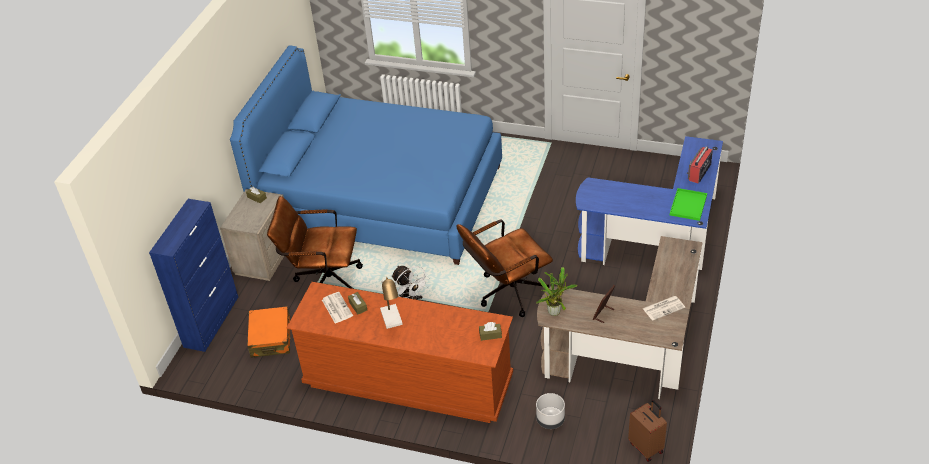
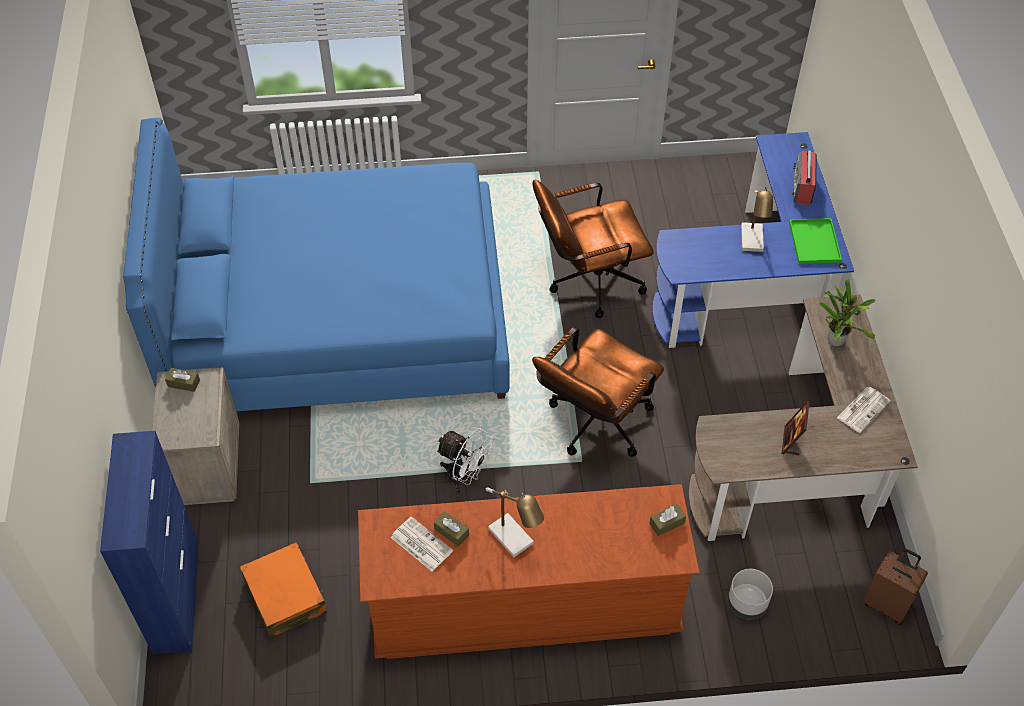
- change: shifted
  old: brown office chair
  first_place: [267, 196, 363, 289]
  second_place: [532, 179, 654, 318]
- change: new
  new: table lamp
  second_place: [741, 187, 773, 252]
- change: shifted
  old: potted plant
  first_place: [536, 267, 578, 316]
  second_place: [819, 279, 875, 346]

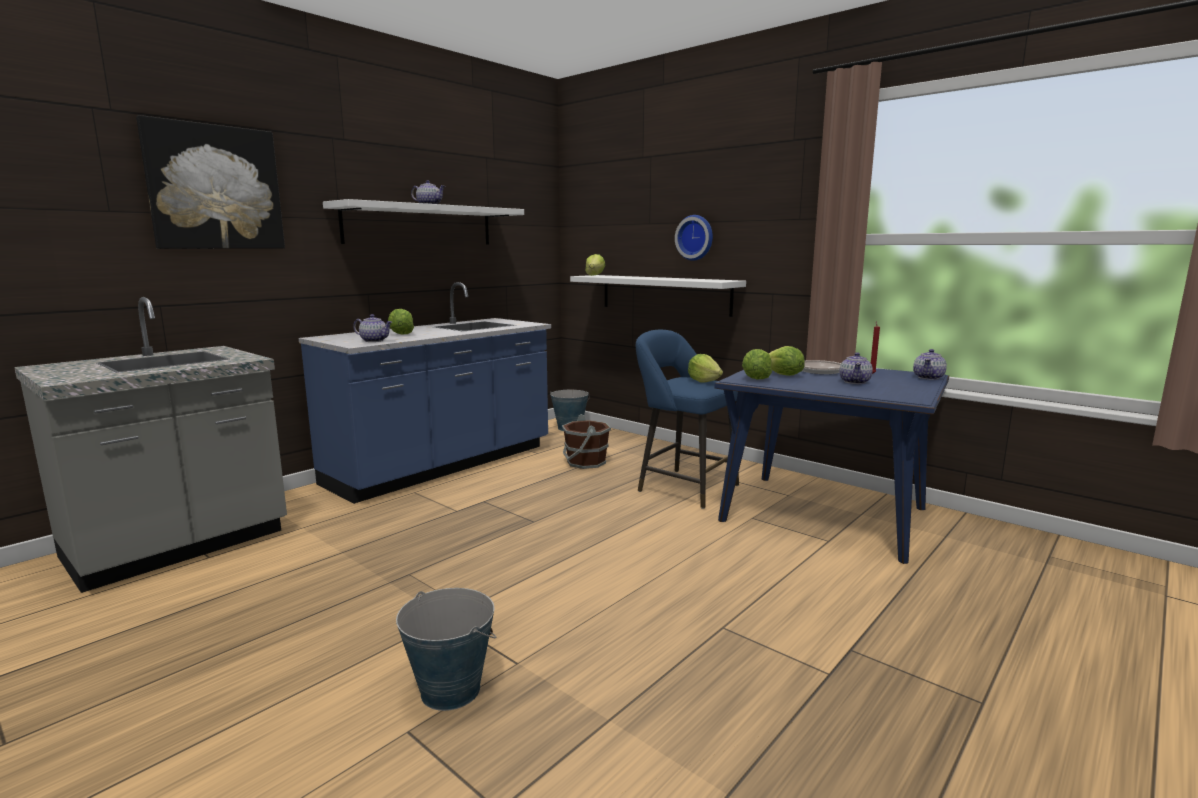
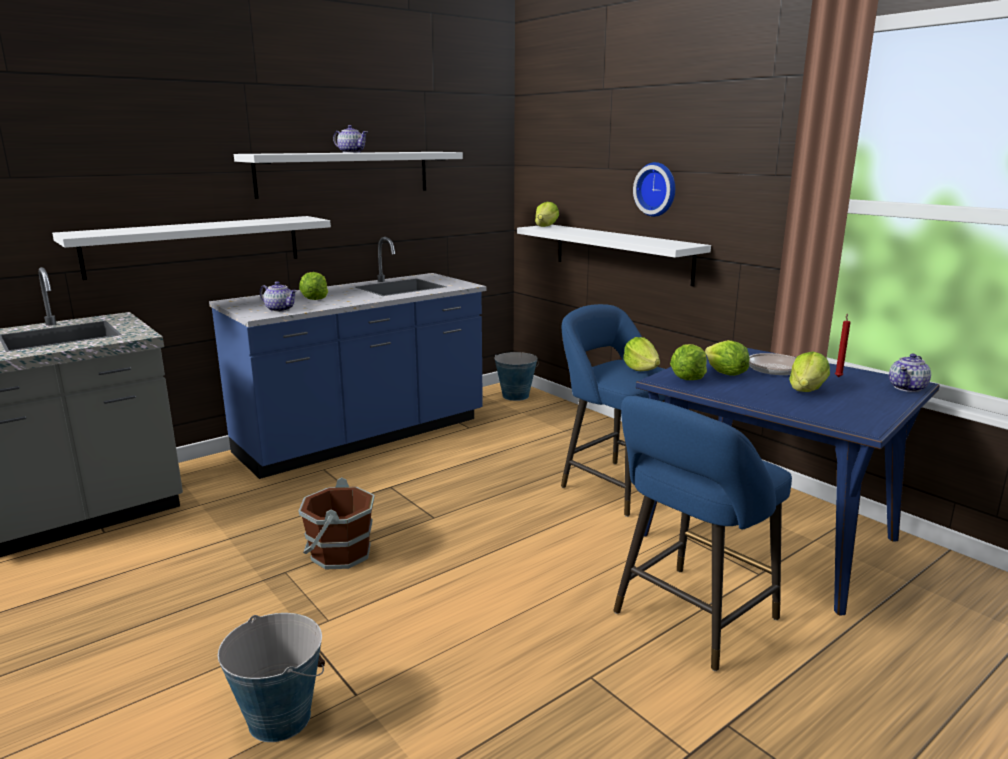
- change: new
  new: white shelf
  second_place: [52, 216, 331, 280]
- change: shifted
  old: brown bucket
  first_place: [562, 414, 611, 469]
  second_place: [298, 477, 374, 570]
- change: new
  new: blue stool
  second_place: [614, 395, 792, 671]
- change: swapped
  old: teapot
  new: lettuce
  first_place: [839, 352, 873, 384]
  second_place: [789, 351, 830, 392]
- change: gone
  old: picture
  first_place: [136, 115, 285, 249]

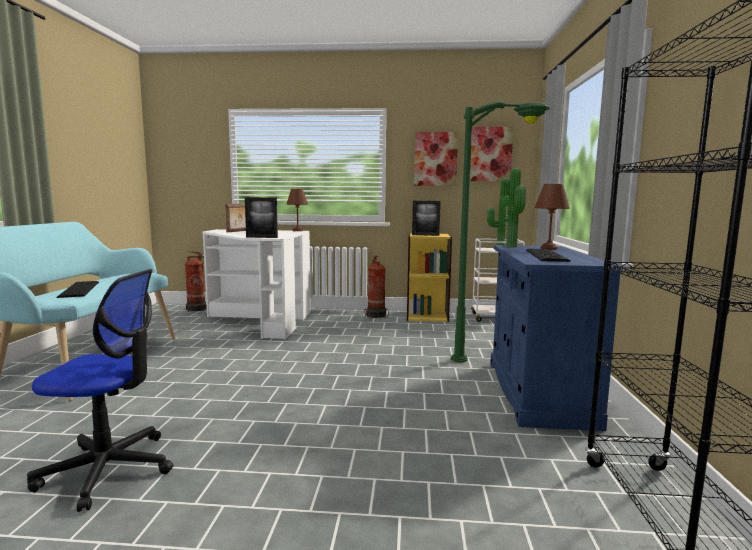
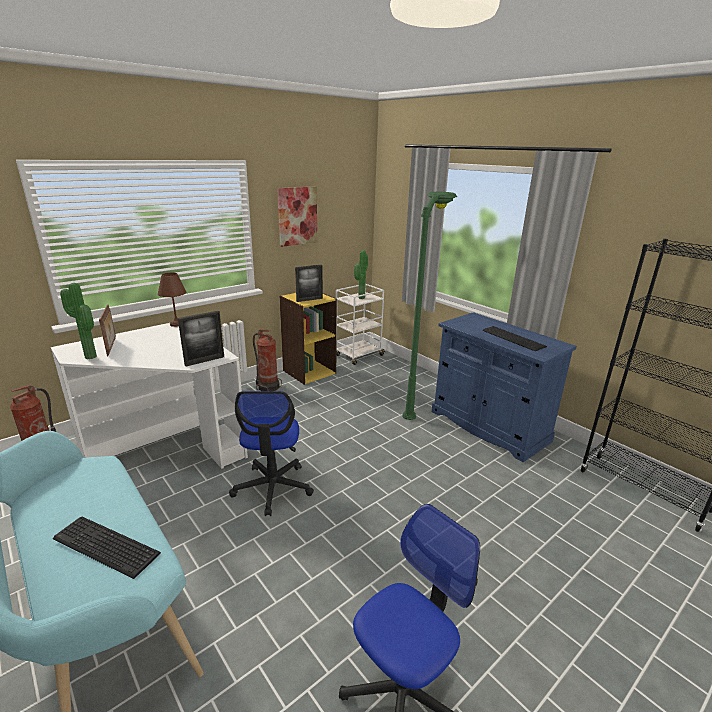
- change: shifted
  old: potted plant
  first_place: [500, 168, 526, 247]
  second_place: [60, 283, 97, 359]
- change: new
  new: office chair
  second_place: [229, 391, 314, 516]
- change: gone
  old: picture
  first_place: [470, 127, 514, 181]
- change: gone
  old: brown table lamp
  first_place: [534, 184, 570, 250]

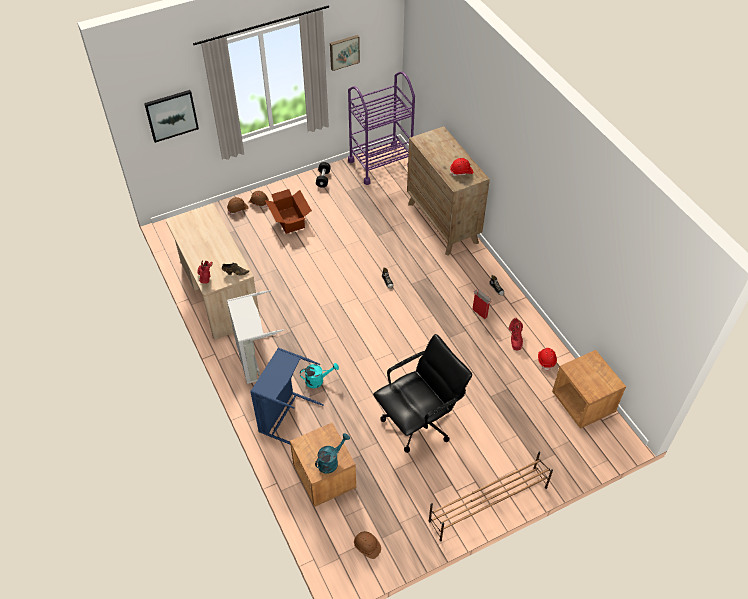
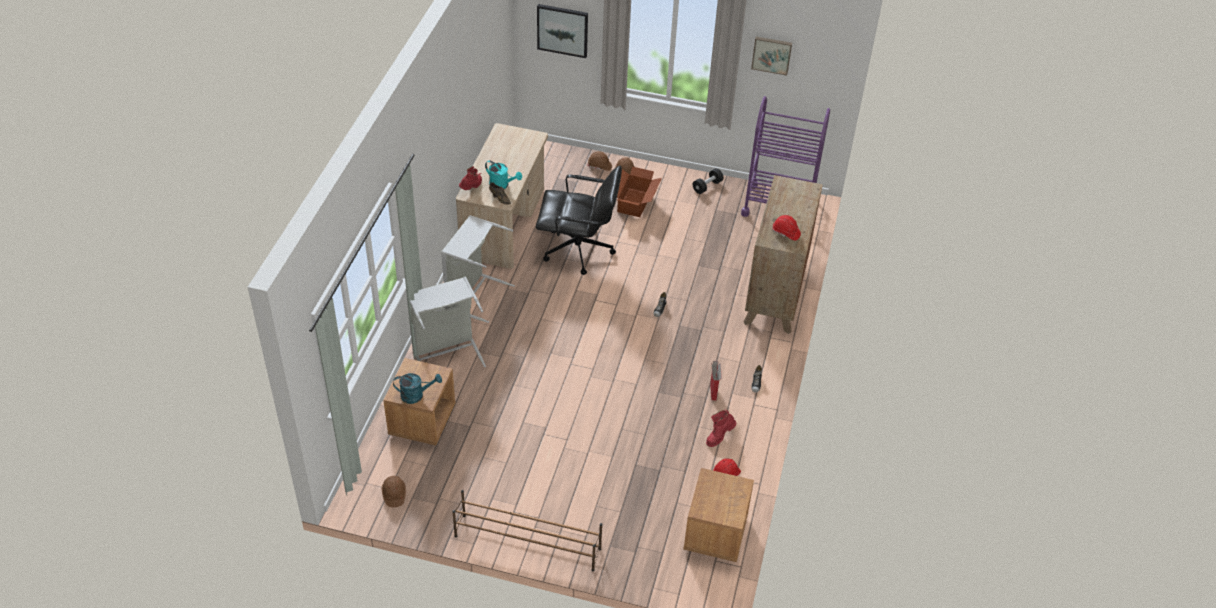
- change: repainted
  old: blue laundry basket
  new: grey laundry basket
  first_place: [250, 348, 324, 444]
  second_place: [406, 277, 486, 367]
- change: shifted
  old: turquoise watering can
  first_place: [300, 363, 339, 388]
  second_place: [485, 160, 522, 189]
- change: shifted
  old: black office chair
  first_place: [373, 334, 472, 453]
  second_place: [536, 166, 622, 275]

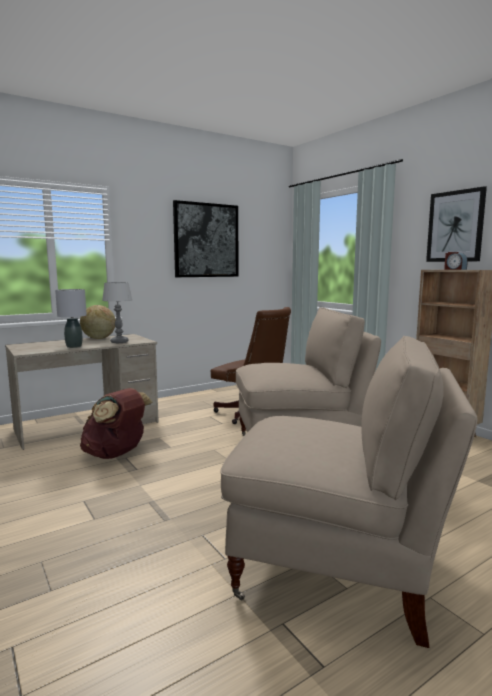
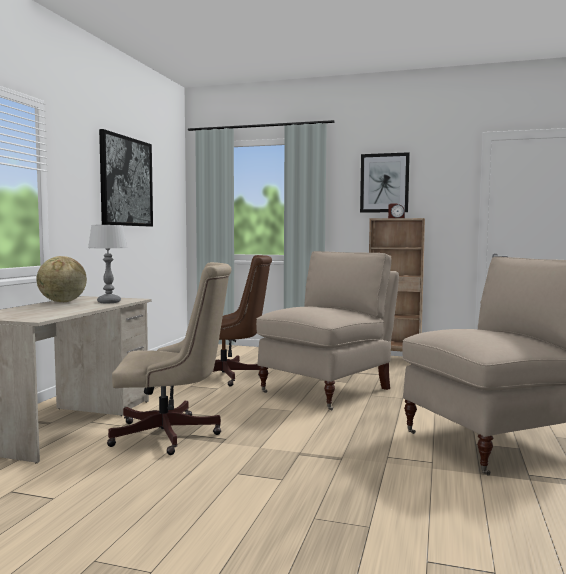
- change: swapped
  old: brown backpack
  new: beige office chair
  first_place: [80, 388, 152, 459]
  second_place: [107, 262, 232, 455]
- change: gone
  old: grey table lamp
  first_place: [55, 289, 87, 348]

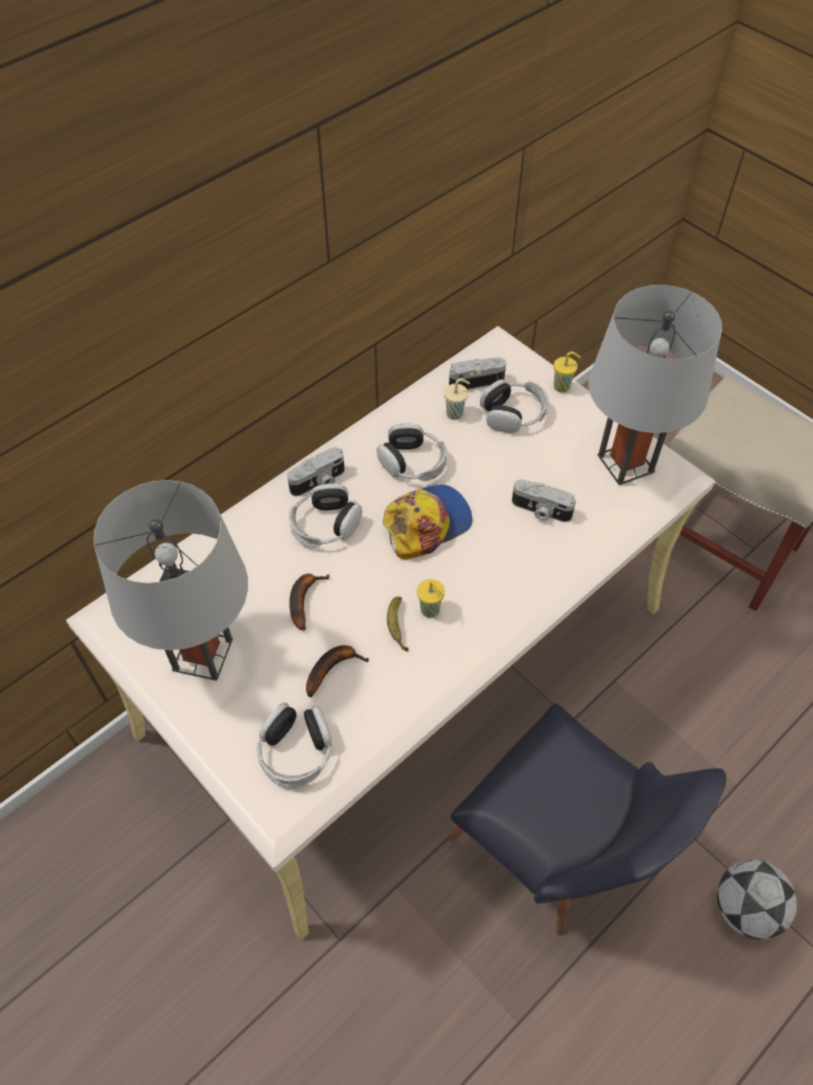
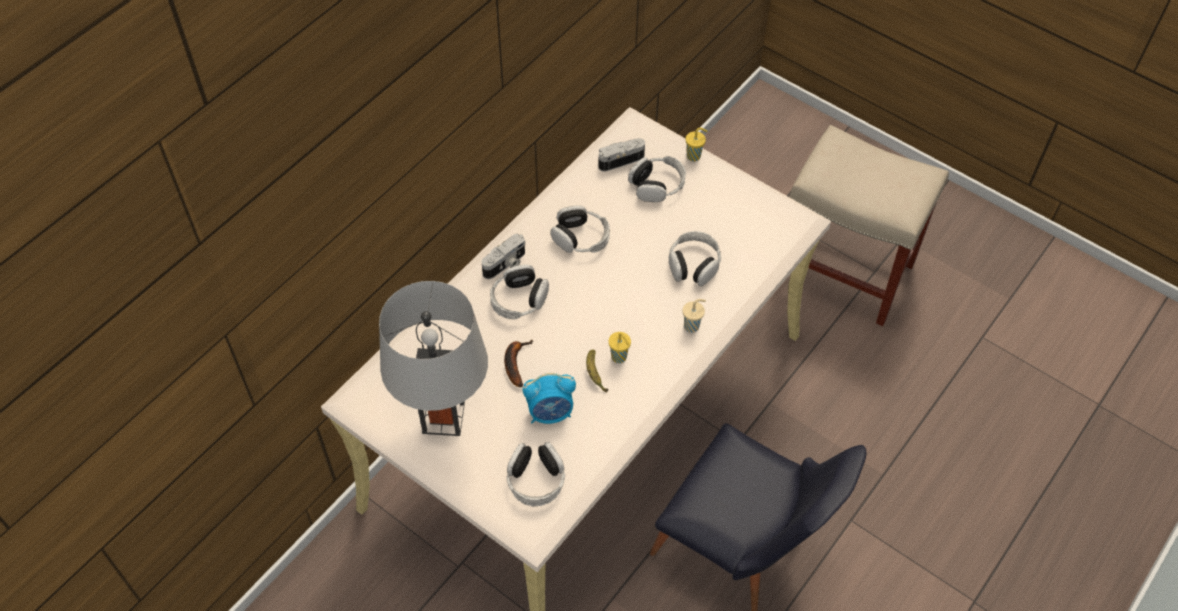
- change: swapped
  old: banana
  new: alarm clock
  first_place: [306, 645, 369, 698]
  second_place: [522, 373, 576, 424]
- change: swapped
  old: photo camera
  new: headphones
  first_place: [512, 479, 576, 522]
  second_place: [669, 231, 721, 286]
- change: shifted
  old: beige cup
  first_place: [444, 379, 470, 420]
  second_place: [683, 299, 706, 333]
- change: gone
  old: cap
  first_place: [383, 485, 473, 559]
- change: gone
  old: grey table lamp
  first_place: [588, 285, 722, 485]
- change: gone
  old: football
  first_place: [717, 860, 797, 940]

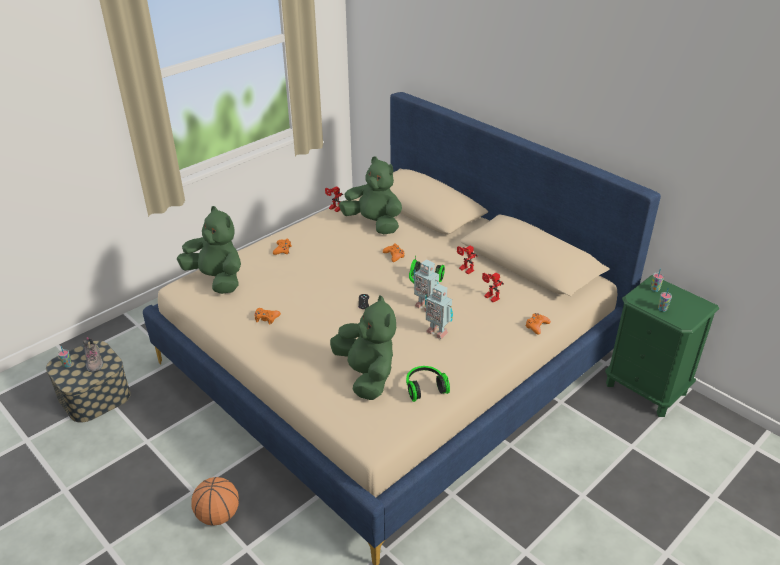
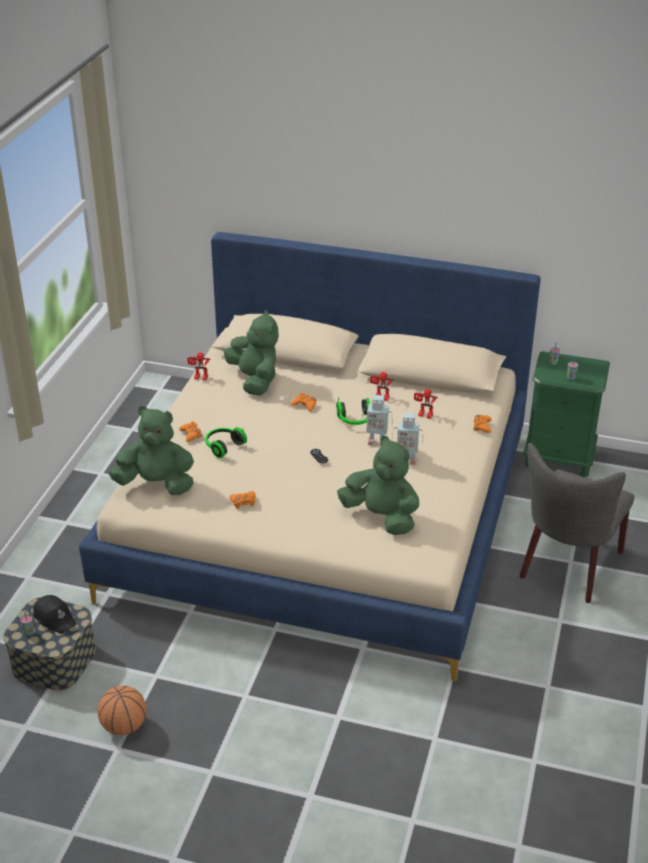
- change: swapped
  old: shoe
  new: black cap
  first_place: [83, 337, 104, 372]
  second_place: [33, 595, 76, 634]
- change: shifted
  old: basketball
  first_place: [191, 477, 239, 526]
  second_place: [97, 686, 147, 735]
- change: shifted
  old: headphones
  first_place: [406, 366, 450, 402]
  second_place: [205, 427, 247, 459]
- change: rotated
  old: green plush toy
  first_place: [339, 156, 402, 234]
  second_place: [224, 310, 279, 396]
  degrees: 60
- change: new
  new: grey chair
  second_place: [519, 443, 634, 603]

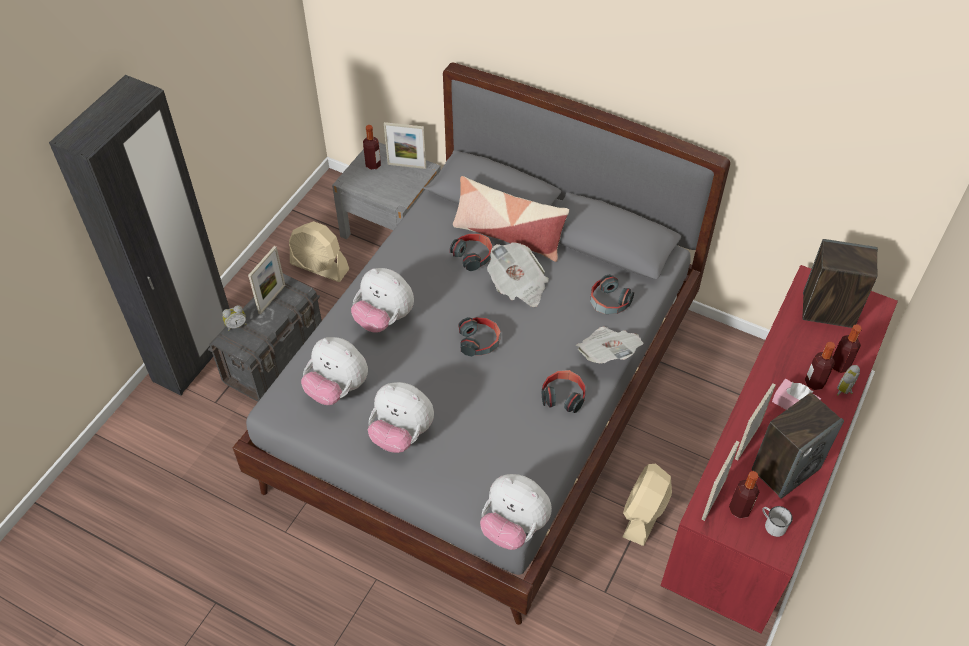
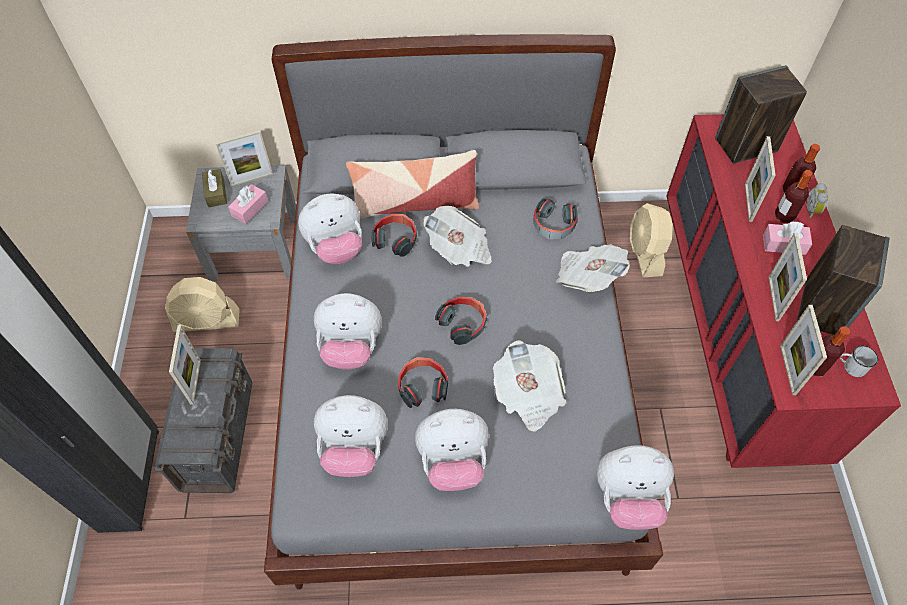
- change: swapped
  old: bottle
  new: brown tissue box
  first_place: [363, 125, 381, 170]
  second_place: [202, 169, 227, 207]
- change: new
  new: pink tissue box
  second_place: [228, 184, 268, 224]
- change: new
  new: plush toy
  second_place: [298, 194, 362, 264]
- change: shifted
  old: headphones
  first_place: [542, 370, 585, 413]
  second_place: [398, 357, 448, 408]
- change: new
  new: newspaper
  second_place: [493, 340, 566, 432]
- change: shifted
  old: beige fan
  first_place: [623, 464, 672, 546]
  second_place: [630, 203, 674, 278]
- change: new
  new: picture frame
  second_place: [745, 136, 776, 222]
- change: gone
  old: alarm clock
  first_place: [222, 305, 247, 331]

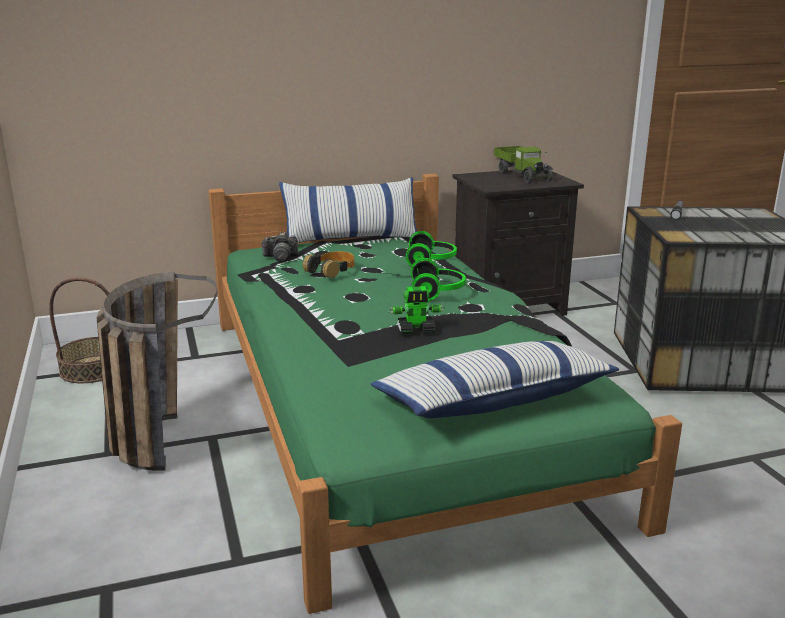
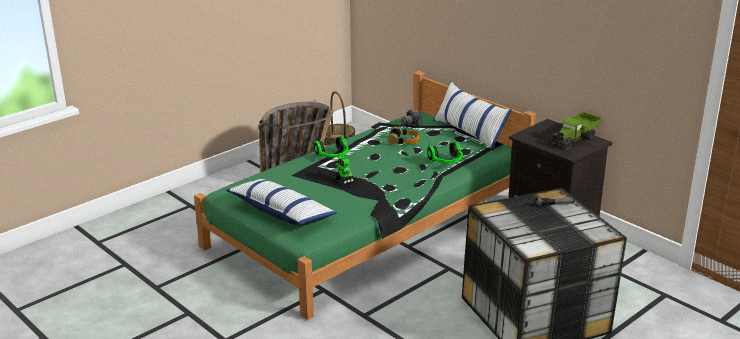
- change: shifted
  old: headphones
  first_place: [411, 258, 466, 301]
  second_place: [314, 136, 348, 158]

